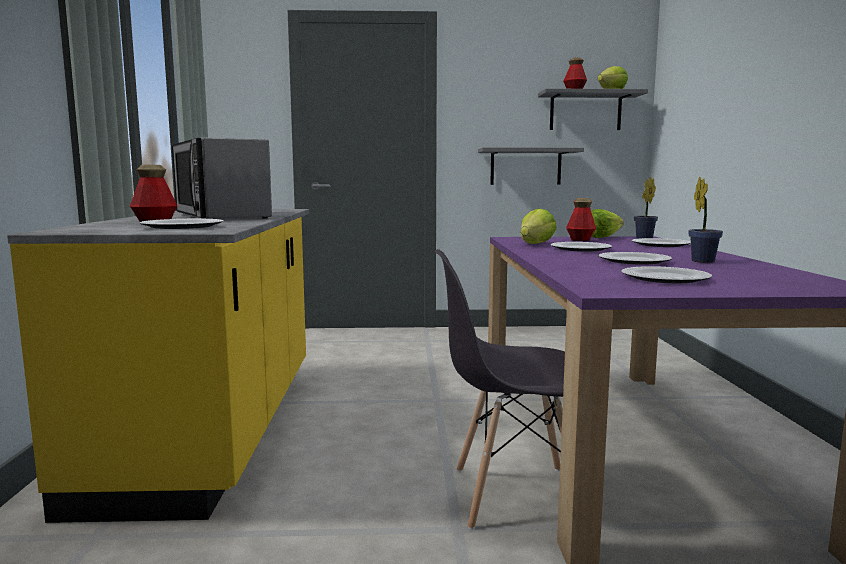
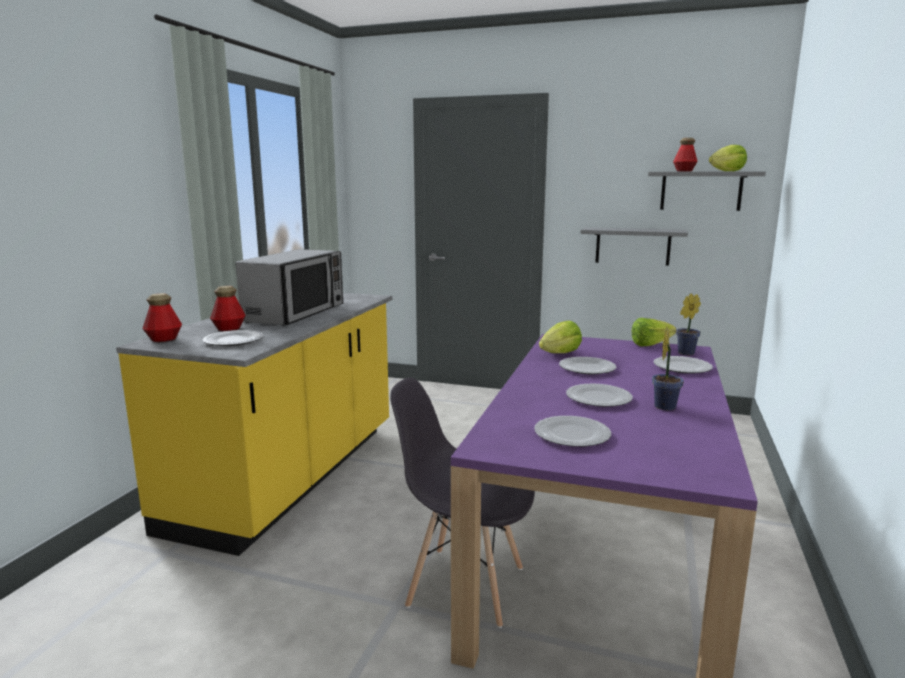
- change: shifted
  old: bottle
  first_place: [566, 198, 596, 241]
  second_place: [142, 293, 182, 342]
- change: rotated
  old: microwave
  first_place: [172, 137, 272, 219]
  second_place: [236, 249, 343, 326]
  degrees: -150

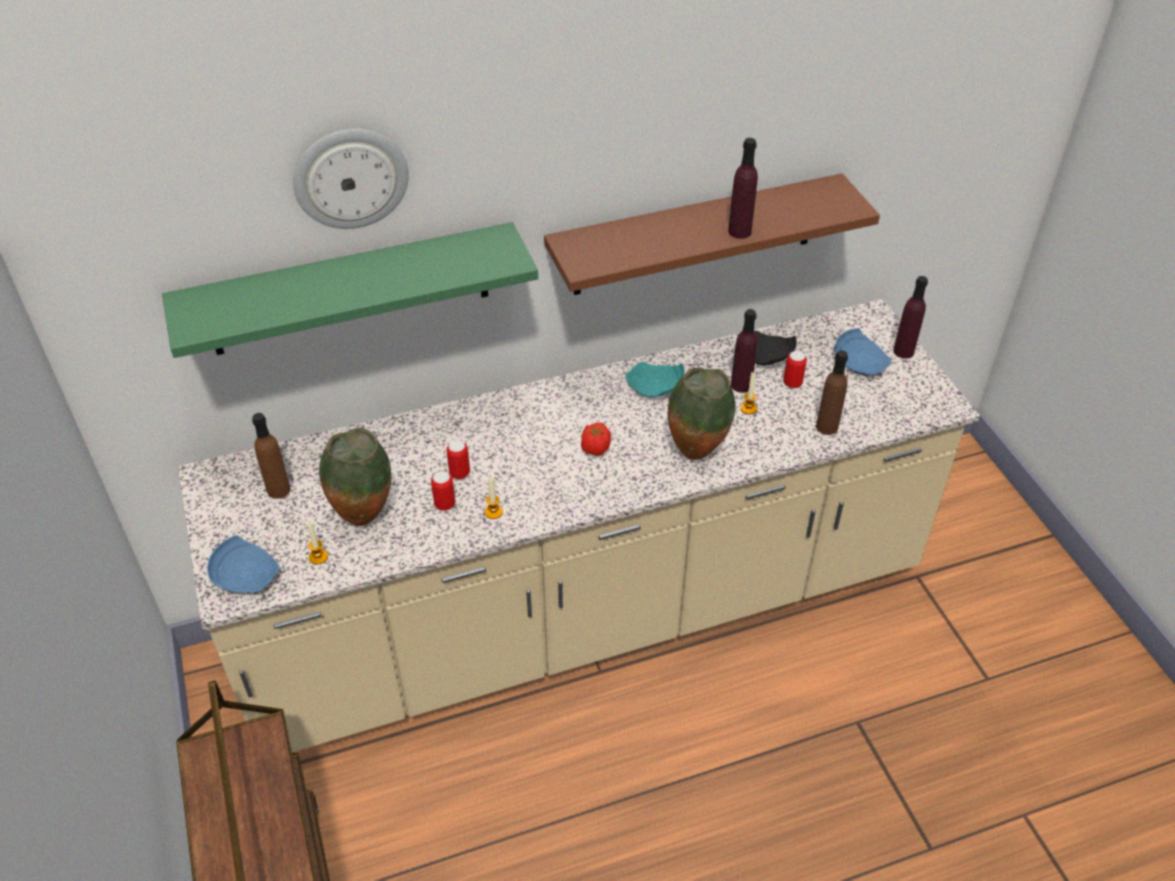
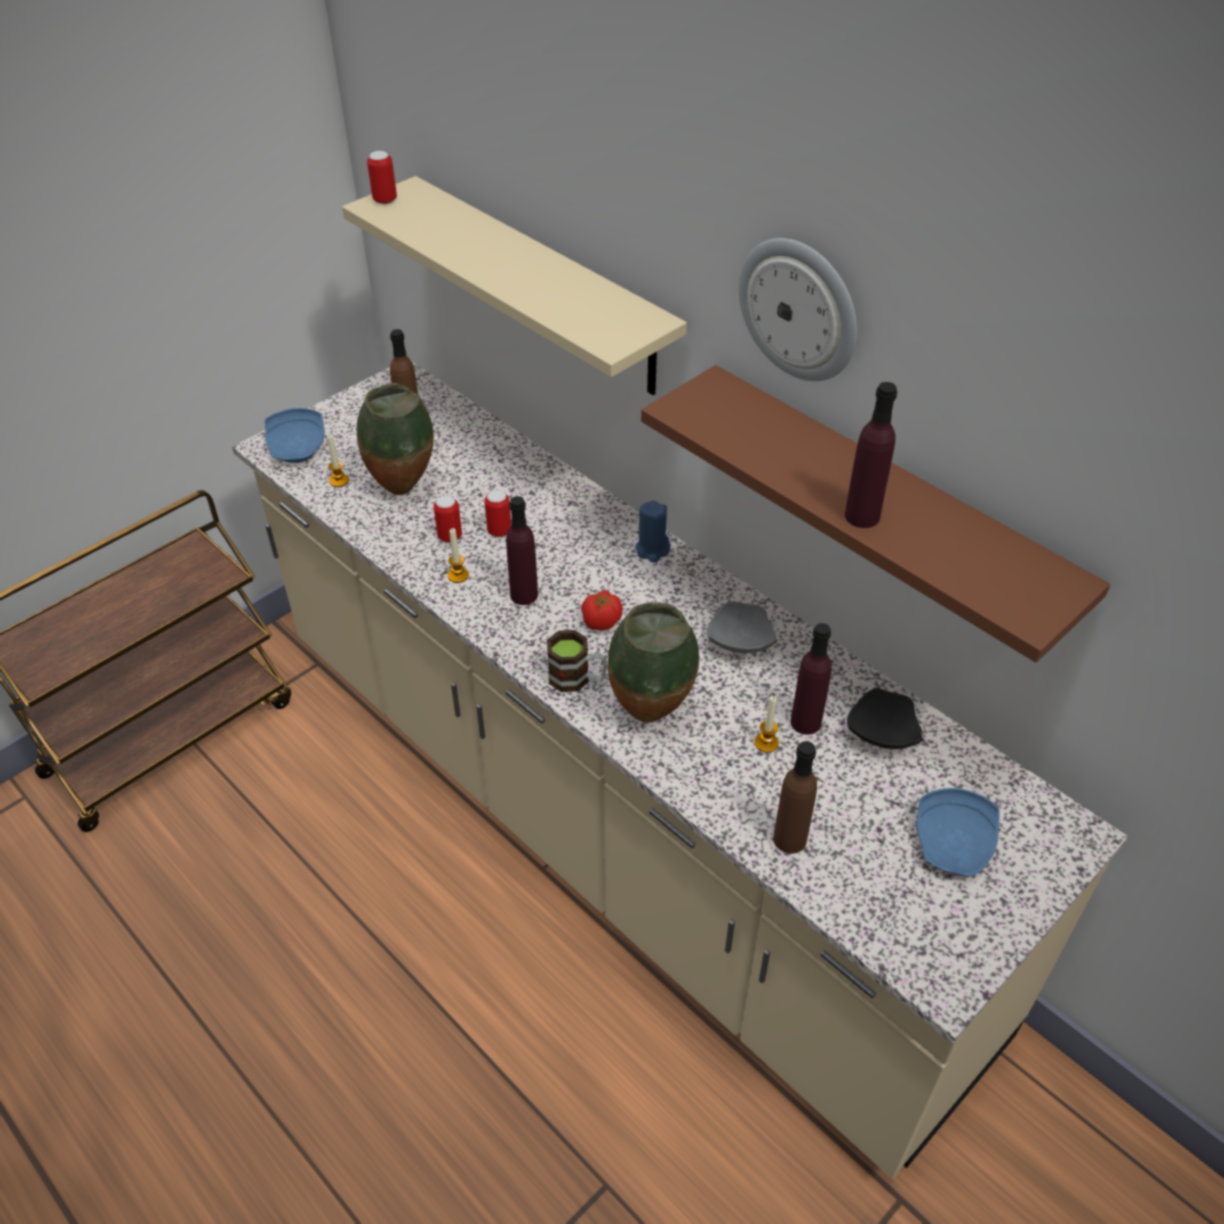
- change: repainted
  old: green shelf
  new: beige shelf
  first_place: [162, 222, 538, 358]
  second_place: [342, 176, 687, 395]
- change: shifted
  old: can
  first_place: [783, 351, 807, 388]
  second_place: [367, 151, 397, 204]
- change: shifted
  old: purple bottle
  first_place: [893, 276, 928, 359]
  second_place: [506, 496, 538, 605]
- change: new
  new: mug
  second_place: [547, 630, 607, 692]
- change: new
  new: blue candle
  second_place: [635, 501, 670, 562]
- change: repainted
  old: turquoise plate
  new: grey plate
  first_place: [626, 362, 685, 397]
  second_place: [707, 601, 777, 653]
- change: shifted
  old: wall clock
  first_place: [293, 129, 409, 229]
  second_place: [739, 238, 857, 381]

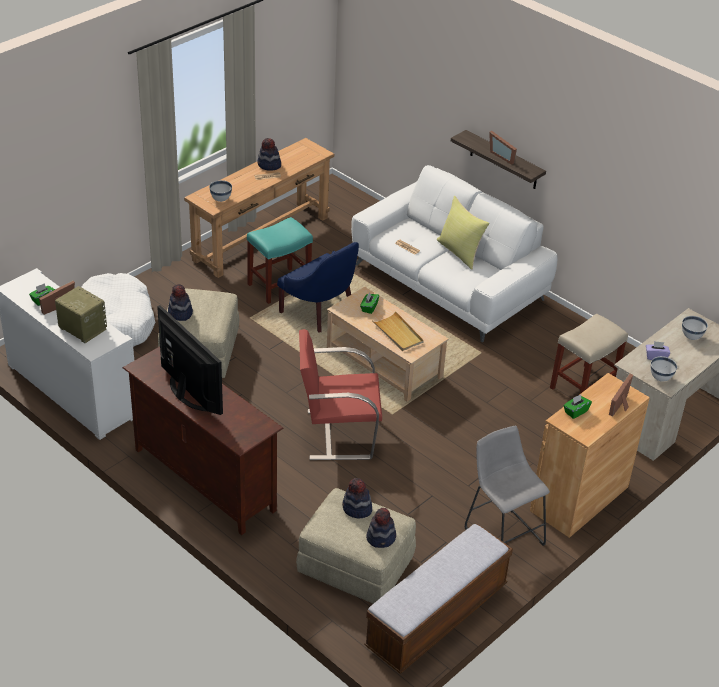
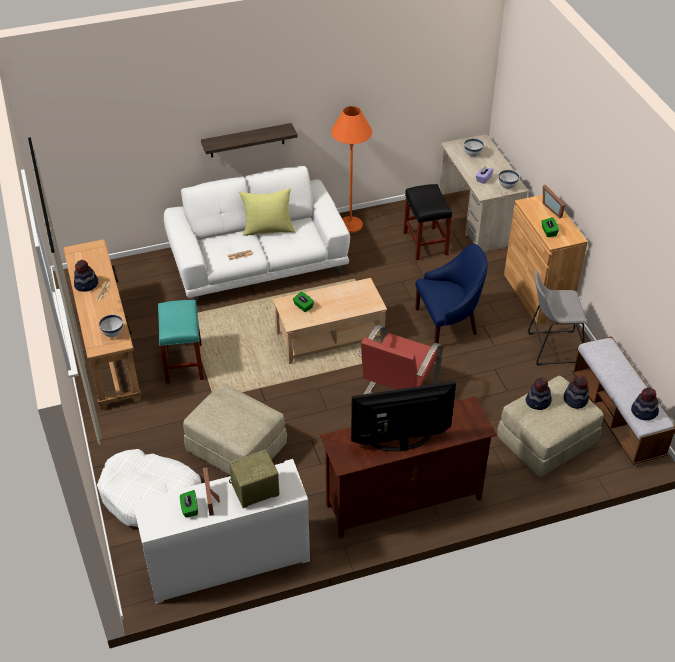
- change: new
  new: orange floor lamp
  second_place: [331, 106, 372, 233]
- change: repainted
  old: beige stool
  new: black stool
  first_place: [550, 313, 628, 394]
  second_place: [403, 184, 452, 260]
- change: shifted
  old: blue armchair
  first_place: [277, 242, 359, 333]
  second_place: [415, 244, 488, 344]
- change: shifted
  old: hat
  first_place: [168, 284, 193, 321]
  second_place: [631, 388, 659, 420]
- change: gone
  old: beige tray
  first_place: [373, 311, 424, 351]
- change: gone
  old: picture frame
  first_place: [489, 131, 517, 165]

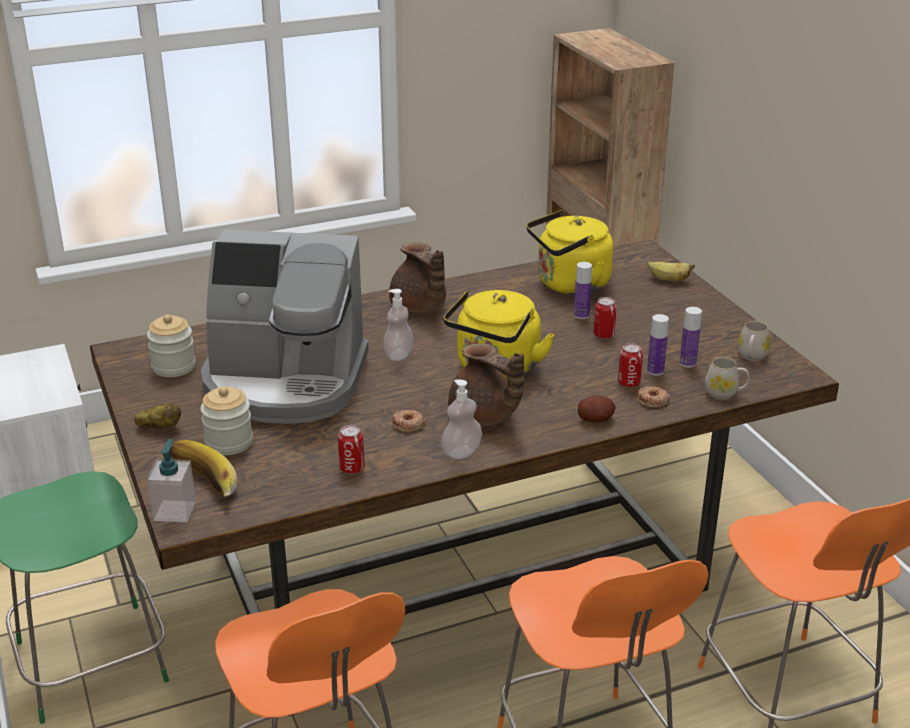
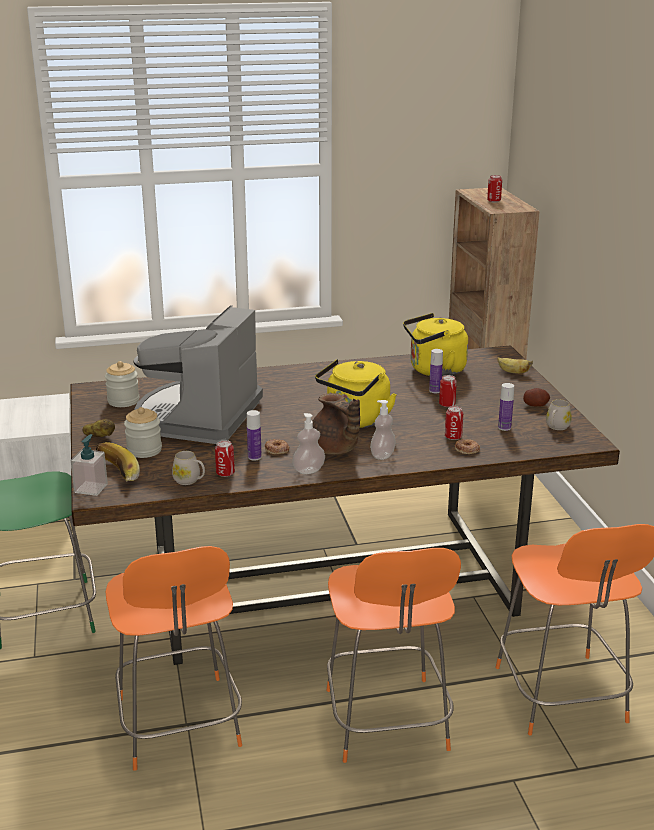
- change: rotated
  old: coffee machine
  first_place: [201, 229, 369, 424]
  second_place: [133, 305, 263, 444]
  degrees: 90
- change: shifted
  old: white mug
  first_place: [705, 357, 750, 399]
  second_place: [172, 451, 205, 485]
- change: shifted
  old: bottle
  first_place: [647, 314, 669, 376]
  second_place: [247, 410, 262, 461]
- change: shifted
  old: soap dispenser
  first_place: [383, 289, 414, 361]
  second_place: [370, 400, 396, 460]
- change: new
  new: can
  second_place: [487, 175, 502, 202]
- change: shifted
  old: potato
  first_place: [578, 395, 616, 422]
  second_place: [523, 388, 550, 406]
- change: gone
  old: brown teapot
  first_place: [389, 242, 446, 313]

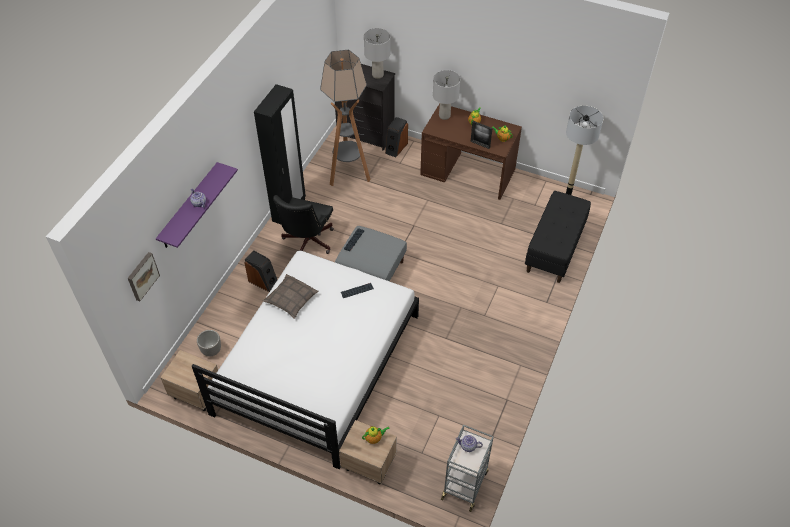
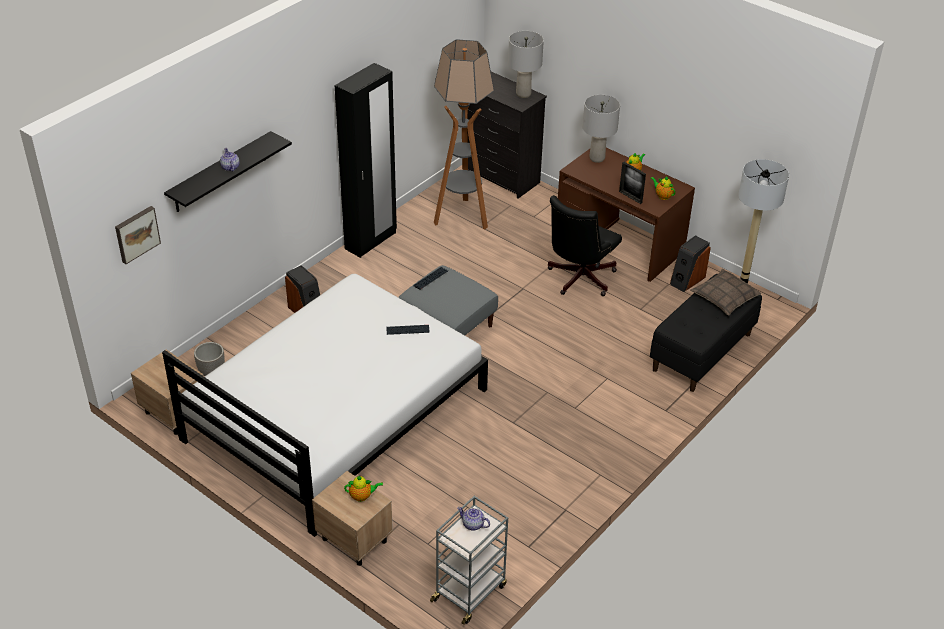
- change: repainted
  old: purple shelf
  new: black shelf
  first_place: [156, 162, 238, 248]
  second_place: [164, 131, 292, 212]
- change: shifted
  old: black office chair
  first_place: [273, 195, 334, 254]
  second_place: [548, 195, 622, 296]
- change: shifted
  old: speaker
  first_place: [385, 117, 408, 157]
  second_place: [670, 235, 711, 292]
- change: shifted
  old: pillow
  first_place: [263, 274, 319, 319]
  second_place: [690, 269, 761, 316]

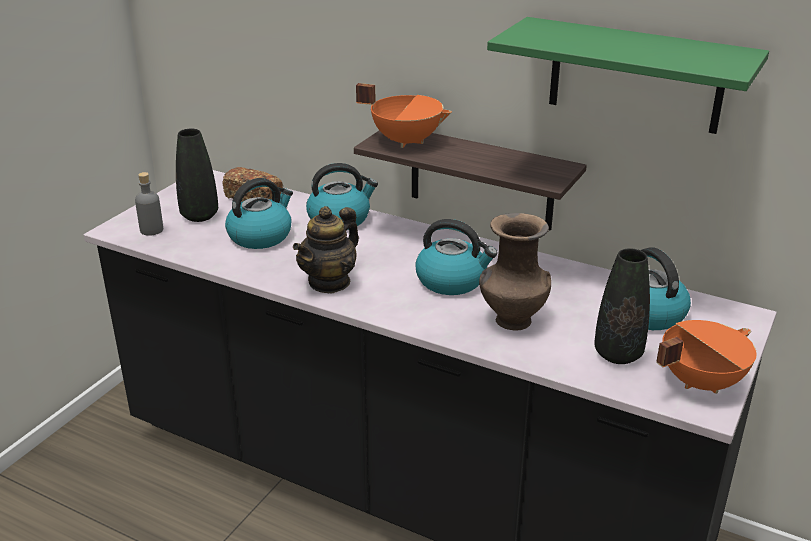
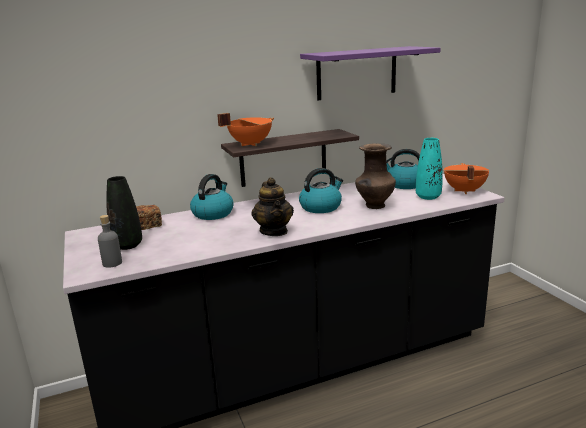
- change: repainted
  old: green shelf
  new: purple shelf
  first_place: [487, 17, 769, 134]
  second_place: [300, 46, 441, 100]
- change: repainted
  old: black vase
  new: turquoise vase
  first_place: [594, 248, 650, 364]
  second_place: [416, 138, 443, 200]
- change: gone
  old: kettle
  first_place: [225, 178, 293, 249]

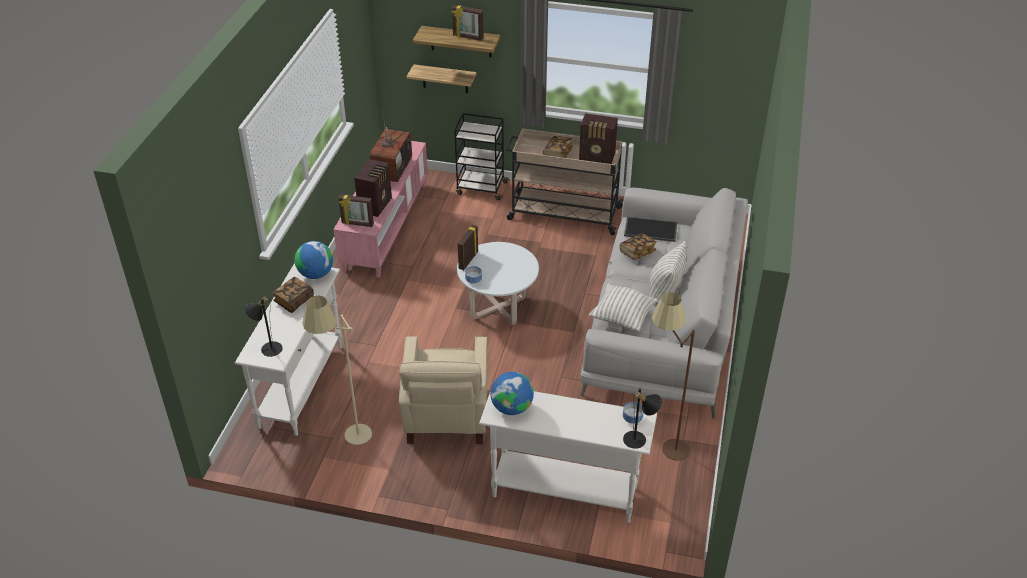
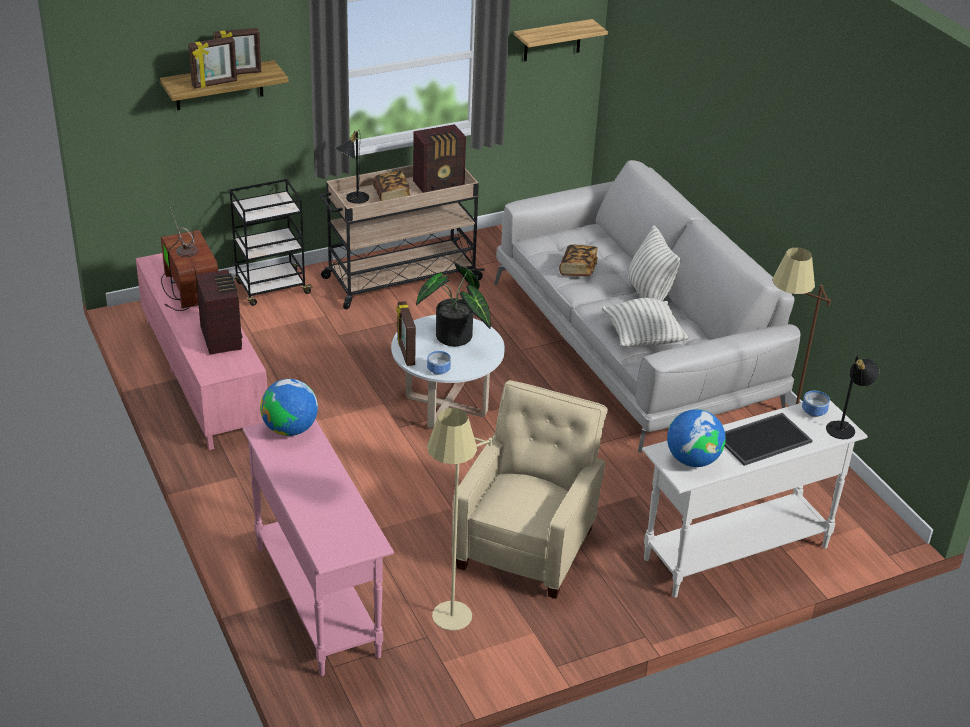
- change: shifted
  old: picture frame
  first_place: [339, 194, 374, 227]
  second_place: [188, 36, 237, 88]
- change: repainted
  old: white console table
  new: pink console table
  first_place: [235, 263, 342, 436]
  second_place: [242, 419, 394, 676]
- change: shifted
  old: black table lamp
  first_place: [244, 296, 283, 357]
  second_place: [335, 130, 369, 204]
- change: new
  new: potted plant
  second_place: [416, 263, 491, 346]
- change: rotated
  old: beige armchair
  first_place: [399, 336, 487, 444]
  second_place: [452, 380, 608, 599]
  degrees: -120
- change: shifted
  old: shelf
  first_place: [406, 64, 476, 93]
  second_place: [514, 19, 608, 62]
- change: shifted
  old: tray
  first_place: [624, 217, 677, 242]
  second_place: [724, 413, 813, 466]
- change: gone
  old: book
  first_place: [272, 277, 314, 313]

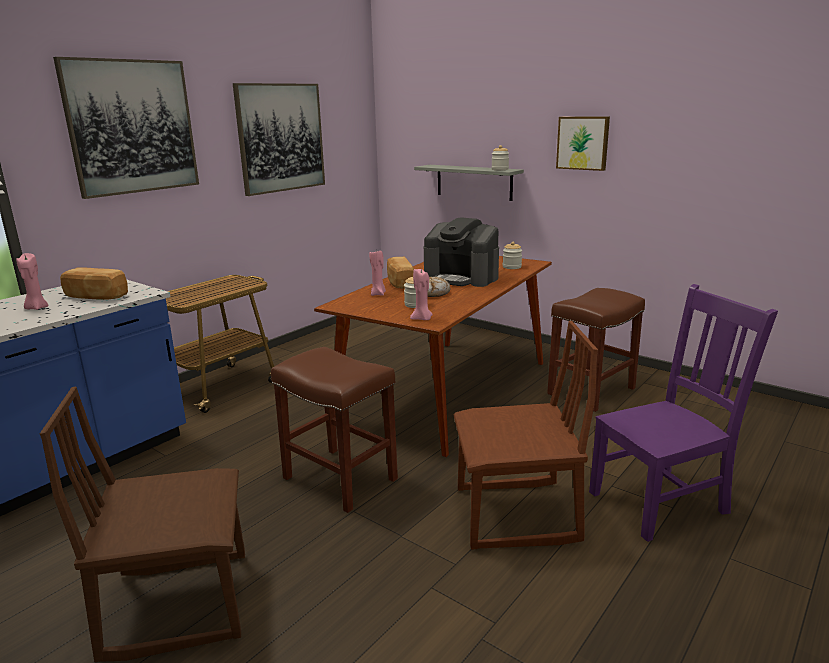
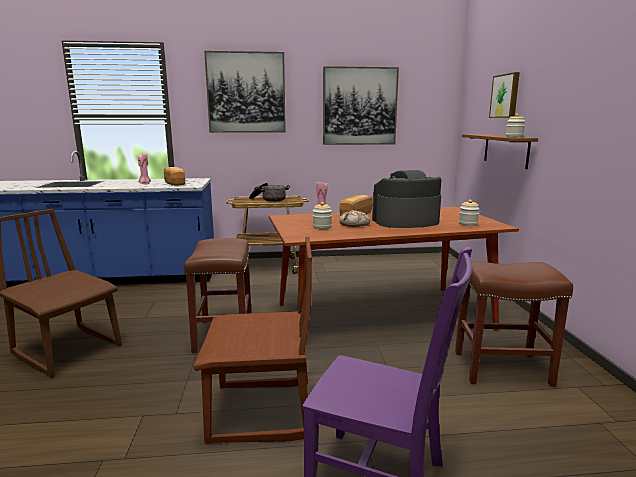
- change: rotated
  old: brown chair
  first_place: [453, 321, 598, 550]
  second_place: [193, 237, 312, 444]
  degrees: -45
- change: new
  new: cooking pot
  second_place: [249, 183, 290, 202]
- change: rotated
  old: coffee machine
  first_place: [424, 217, 499, 287]
  second_place: [372, 170, 441, 228]
  degrees: 90
- change: repainted
  old: grey shelf
  new: brown shelf
  first_place: [414, 165, 524, 201]
  second_place: [462, 134, 538, 169]
- change: shifted
  old: picture
  first_place: [556, 117, 610, 171]
  second_place: [489, 72, 520, 118]
- change: gone
  old: pink candle
  first_place: [410, 269, 433, 320]

